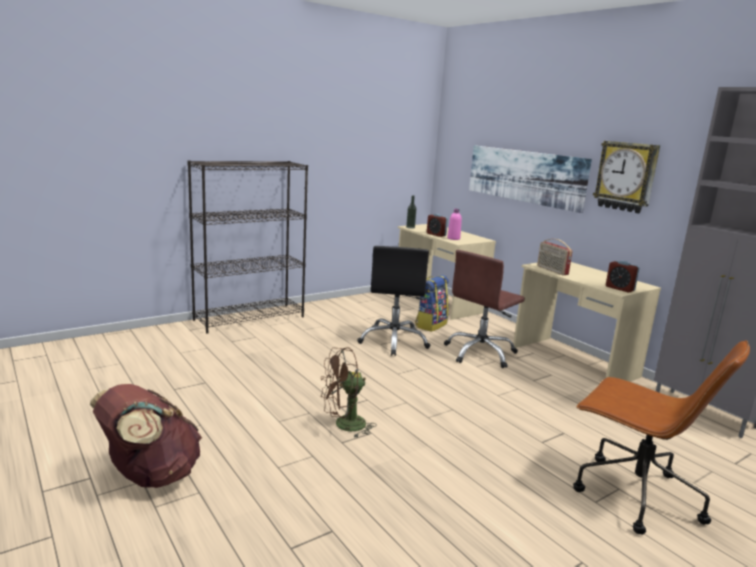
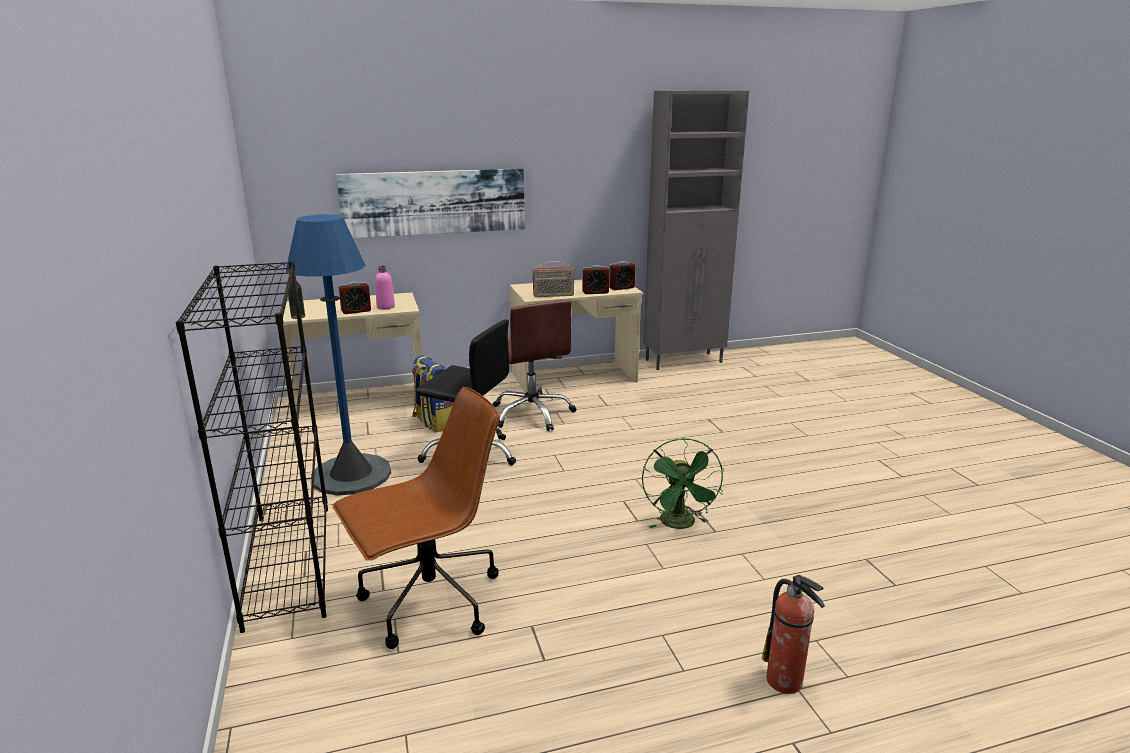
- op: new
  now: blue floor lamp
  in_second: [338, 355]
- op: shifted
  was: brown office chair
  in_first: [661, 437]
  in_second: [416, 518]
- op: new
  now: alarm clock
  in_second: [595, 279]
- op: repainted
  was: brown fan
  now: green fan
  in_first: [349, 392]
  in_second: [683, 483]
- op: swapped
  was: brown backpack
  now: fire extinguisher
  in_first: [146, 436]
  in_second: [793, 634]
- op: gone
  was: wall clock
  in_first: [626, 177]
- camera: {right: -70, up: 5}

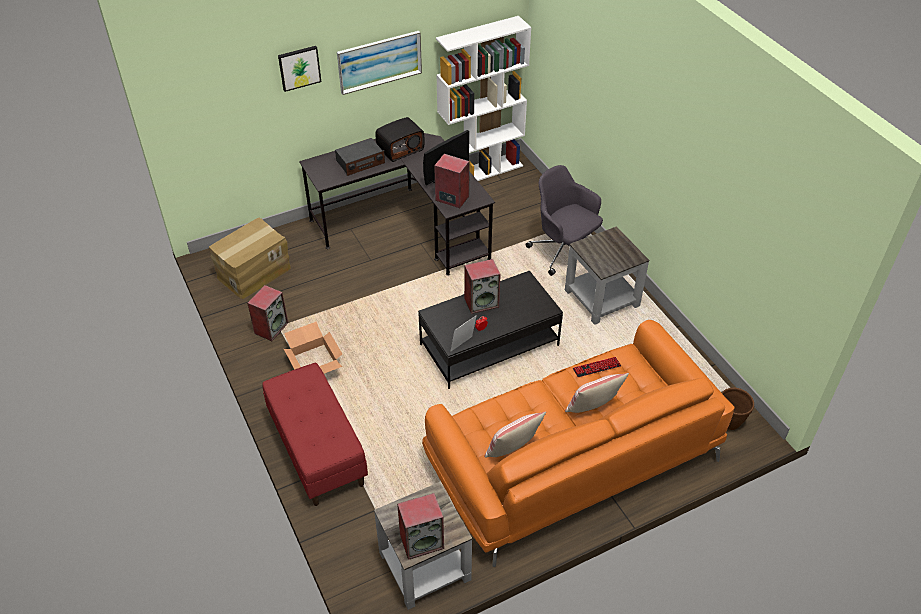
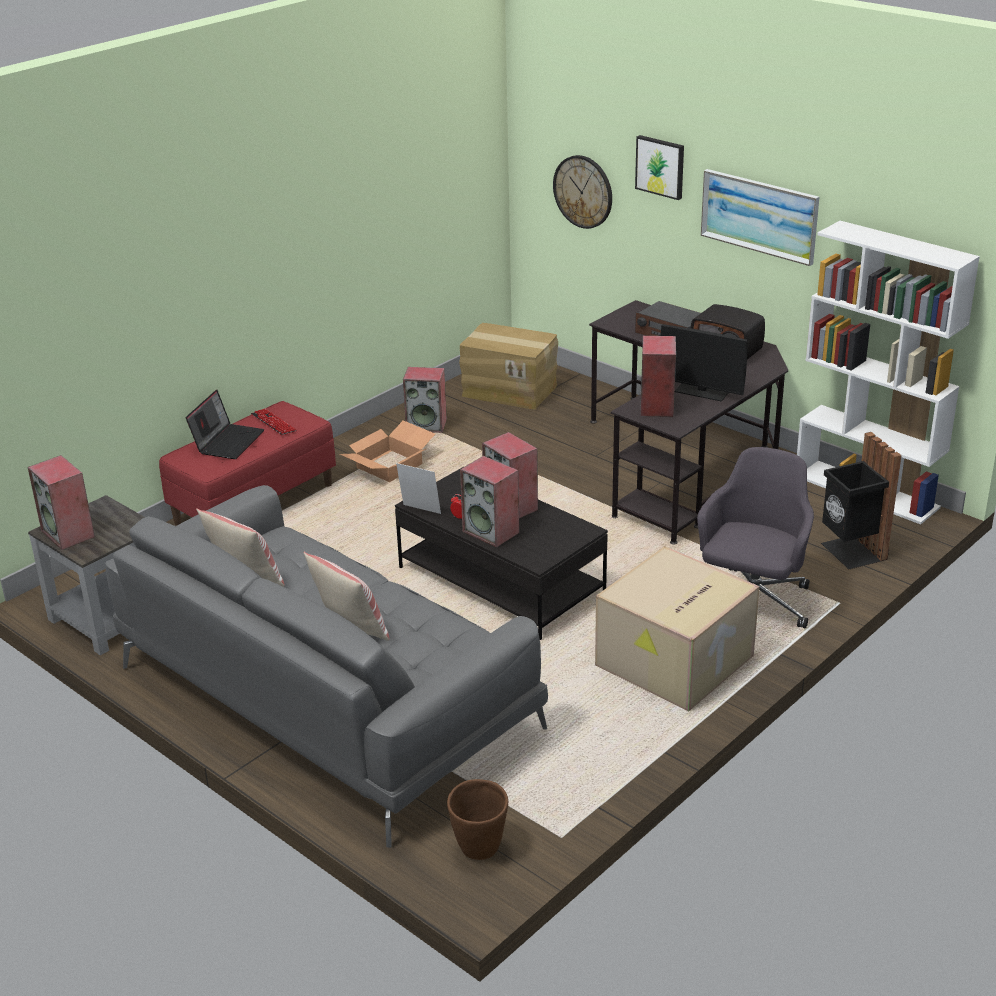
- op: repainted
  was: orange sofa
  now: grey sofa
  in_first: [578, 443]
  in_second: [326, 666]
- op: new
  now: laptop
  in_second: [225, 424]
- op: shifted
  was: keyboard
  in_first: [597, 367]
  in_second: [274, 422]
- op: new
  now: speaker
  in_second: [490, 501]
- op: new
  now: wall clock
  in_second: [582, 192]
- op: swapped
  was: grey side table
  now: cardboard box
  in_first: [607, 275]
  in_second: [677, 629]
- op: new
  now: black trash can
  in_second: [861, 500]
- camera: {right: 70, up: -15}

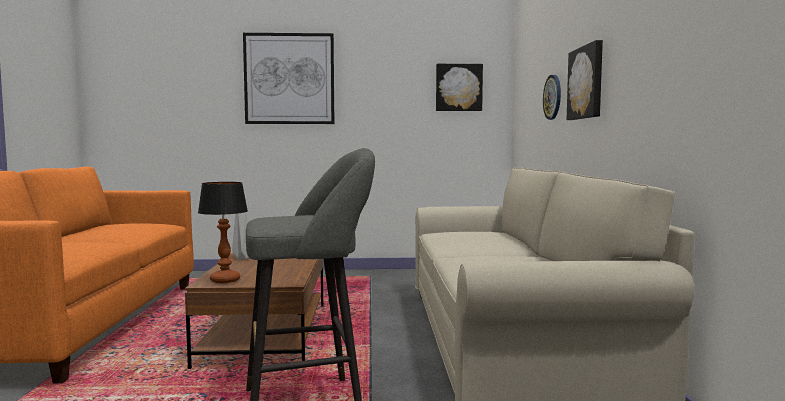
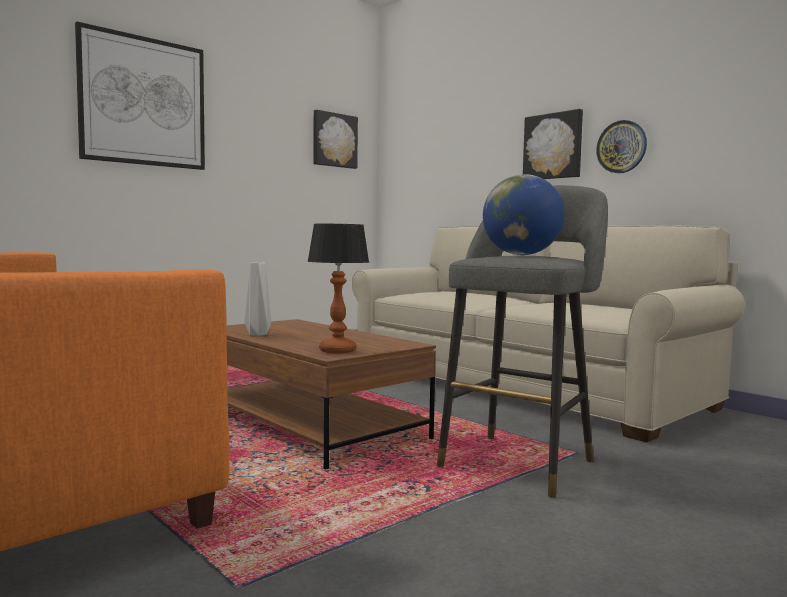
- op: new
  now: globe
  in_second: [524, 214]
- op: shifted
  was: wall clock
  in_first: [552, 97]
  in_second: [621, 146]
- camera: {right: -40, up: 0}

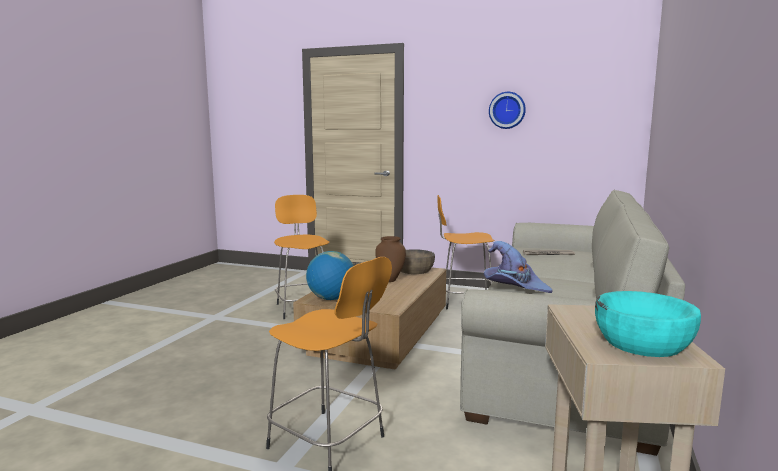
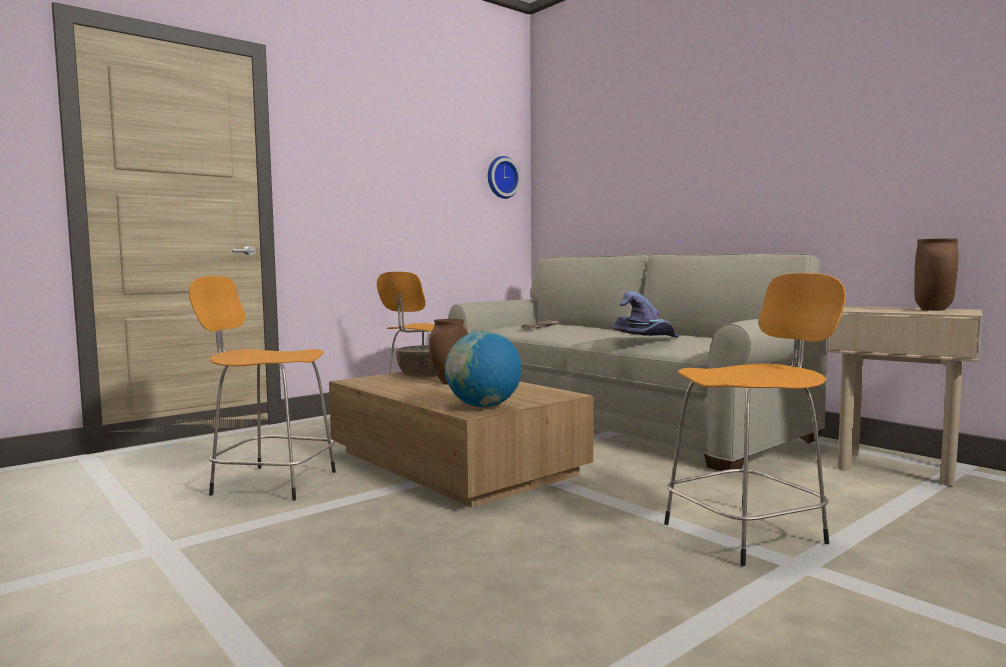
- op: shifted
  was: wall clock
  in_first: [507, 110]
  in_second: [504, 177]
- op: swapped
  was: turquoise bowl
  now: brown vase
  in_first: [648, 324]
  in_second: [936, 274]
- camera: {right: -60, up: -5}

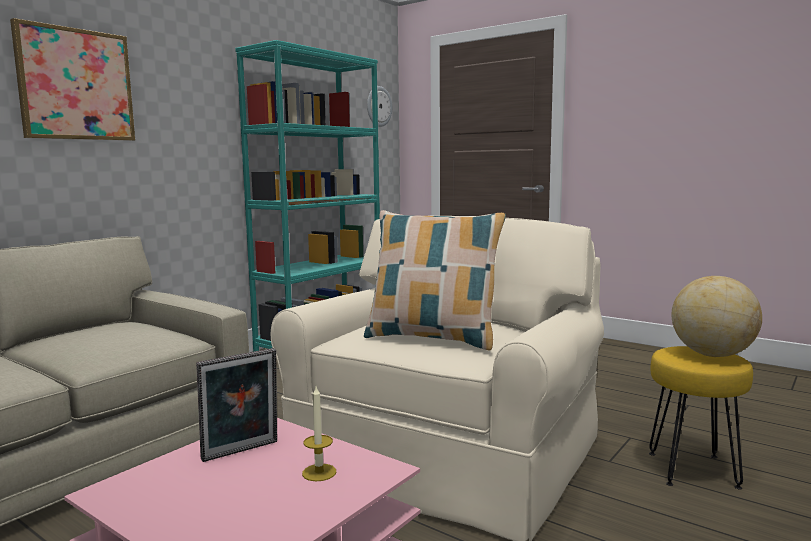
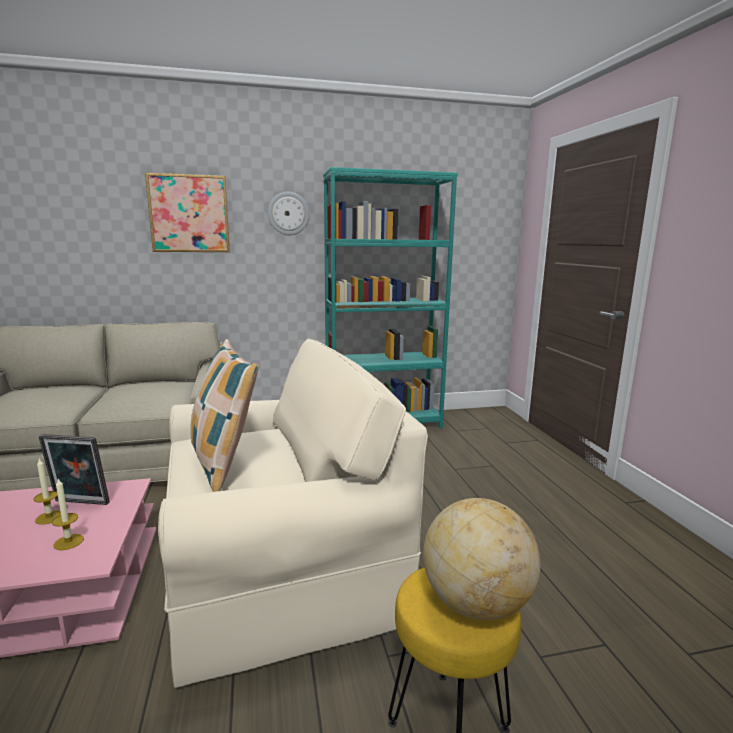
- op: new
  now: candle
  in_second: [47, 492]
- op: shifted
  was: wall clock
  in_first: [379, 106]
  in_second: [289, 213]
- camera: {right: 40, up: 5}

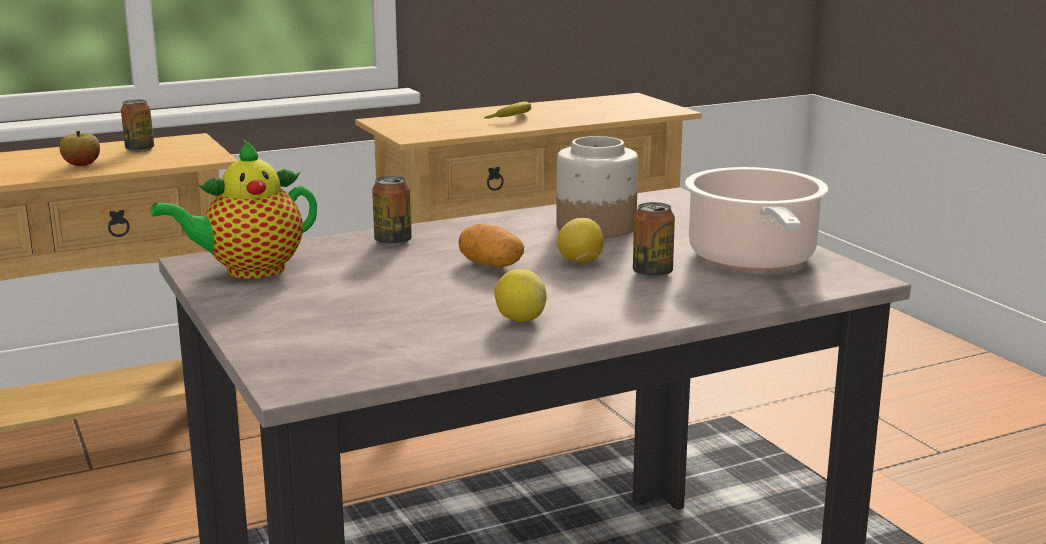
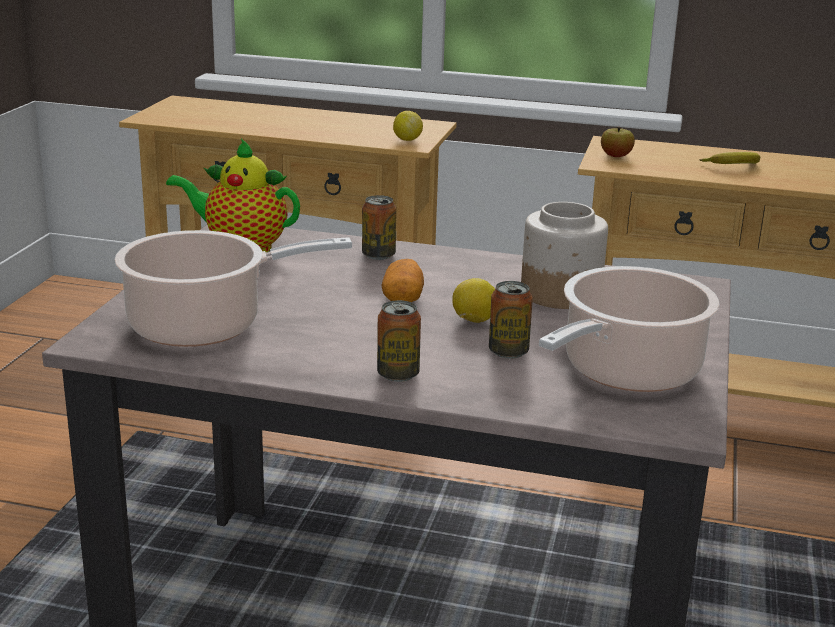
- op: new
  now: cooking pot
  in_second: [233, 288]
- op: shifted
  was: can
  in_first: [137, 126]
  in_second: [399, 341]
- op: shifted
  was: lemon
  in_first: [521, 295]
  in_second: [408, 126]
- op: shifted
  was: apple
  in_first: [79, 148]
  in_second: [618, 142]
- camera: {right: 40, up: 5}

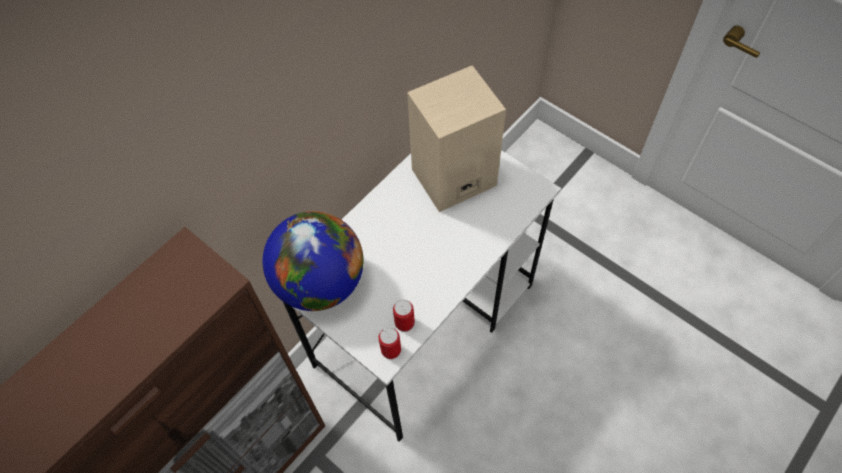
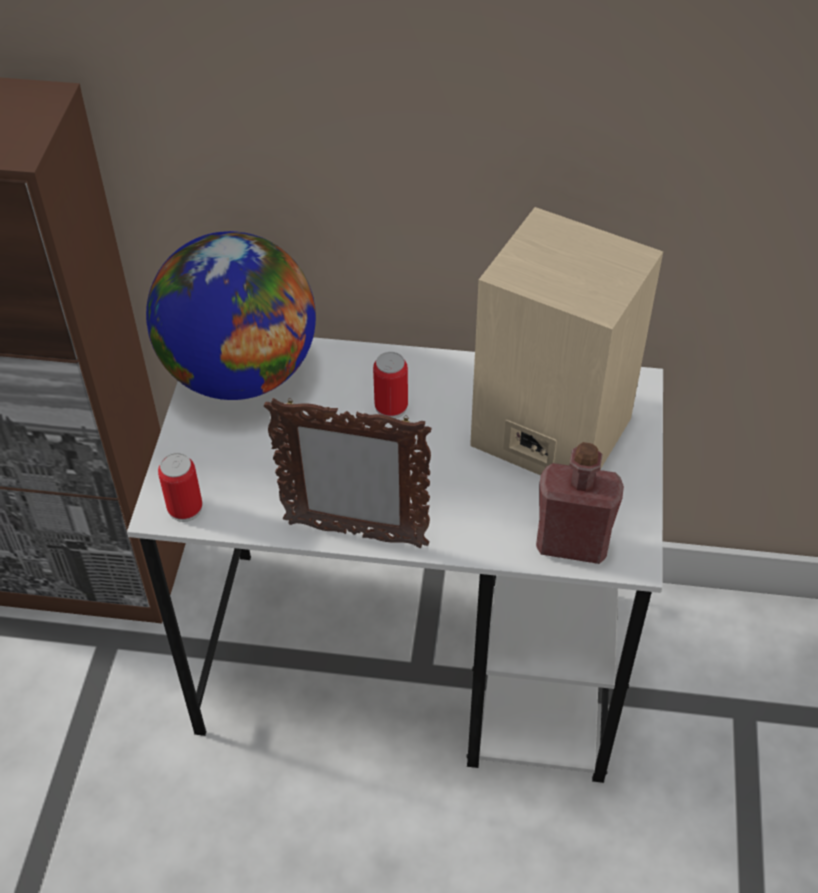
- op: new
  now: picture frame
  in_second: [348, 473]
- op: shifted
  was: can
  in_first: [404, 316]
  in_second: [390, 385]
- op: new
  now: red bottle
  in_second: [580, 503]
- camera: {right: 55, up: -10}

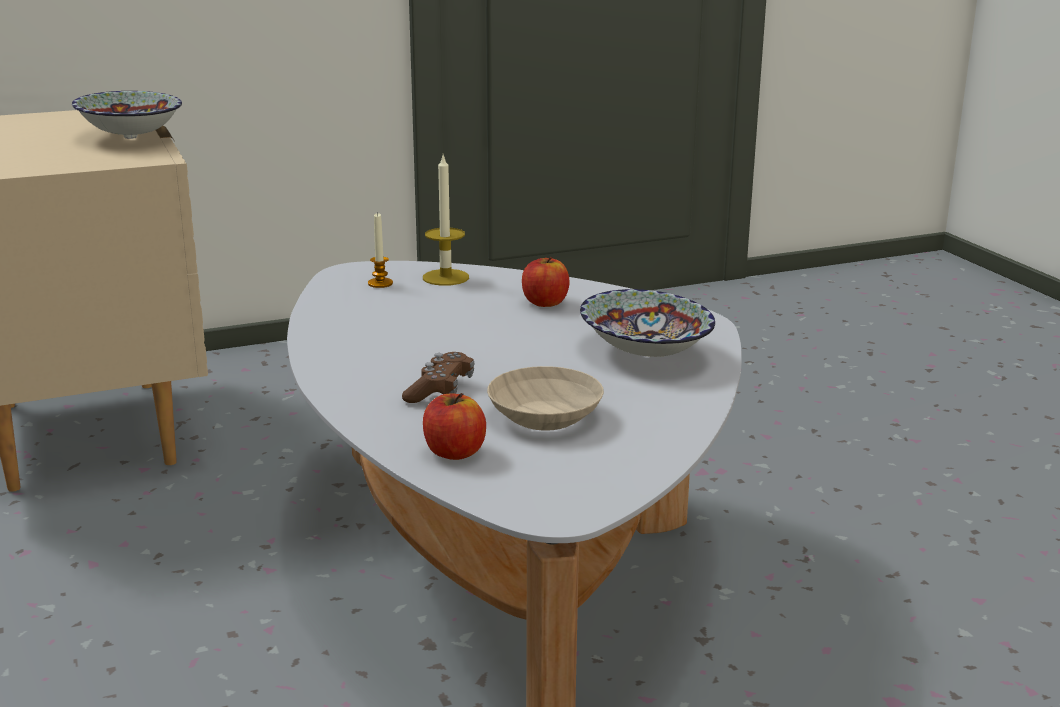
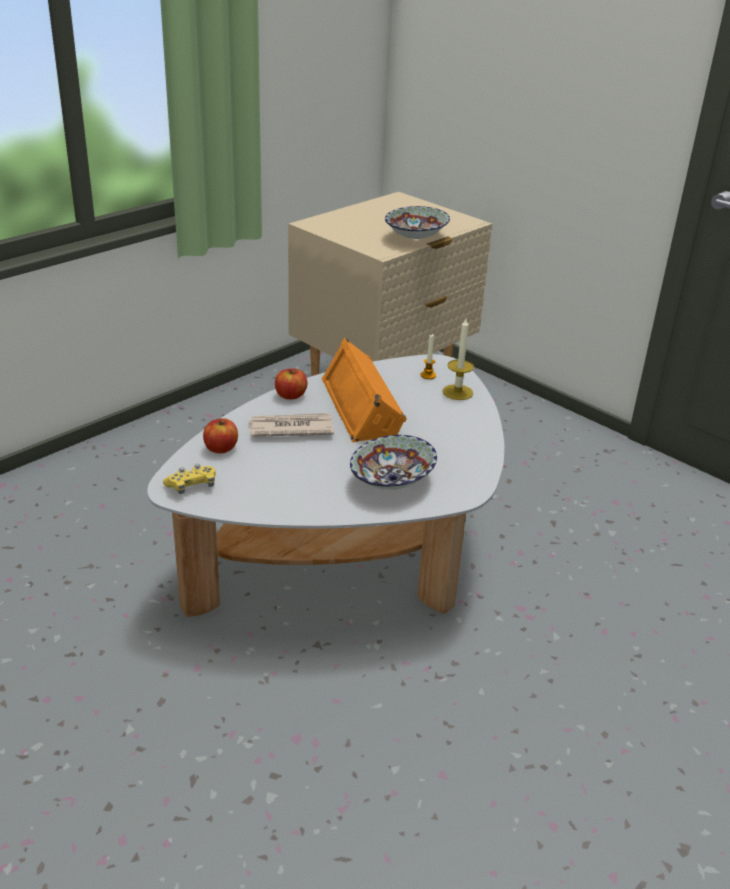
- op: new
  now: yellow game controller
  in_second: [189, 479]
- op: swapped
  was: brown game controller
  now: newspaper
  in_first: [438, 377]
  in_second: [291, 425]
- op: shifted
  was: apple
  in_first: [546, 282]
  in_second: [291, 384]
- op: new
  now: orange speaker
  in_second: [364, 389]
- op: gone
  was: beige bowl
  in_first: [545, 398]
- camera: {right: 65, up: 10}

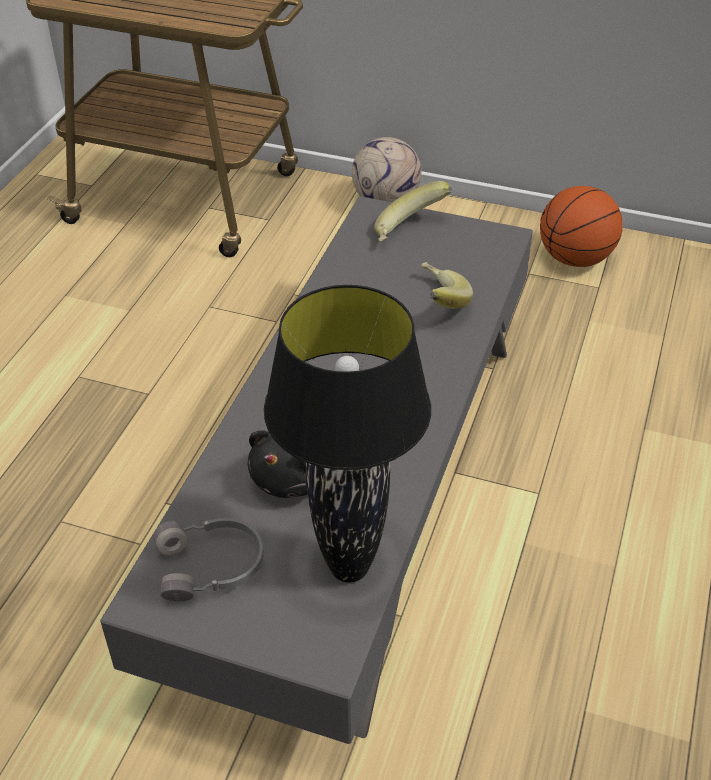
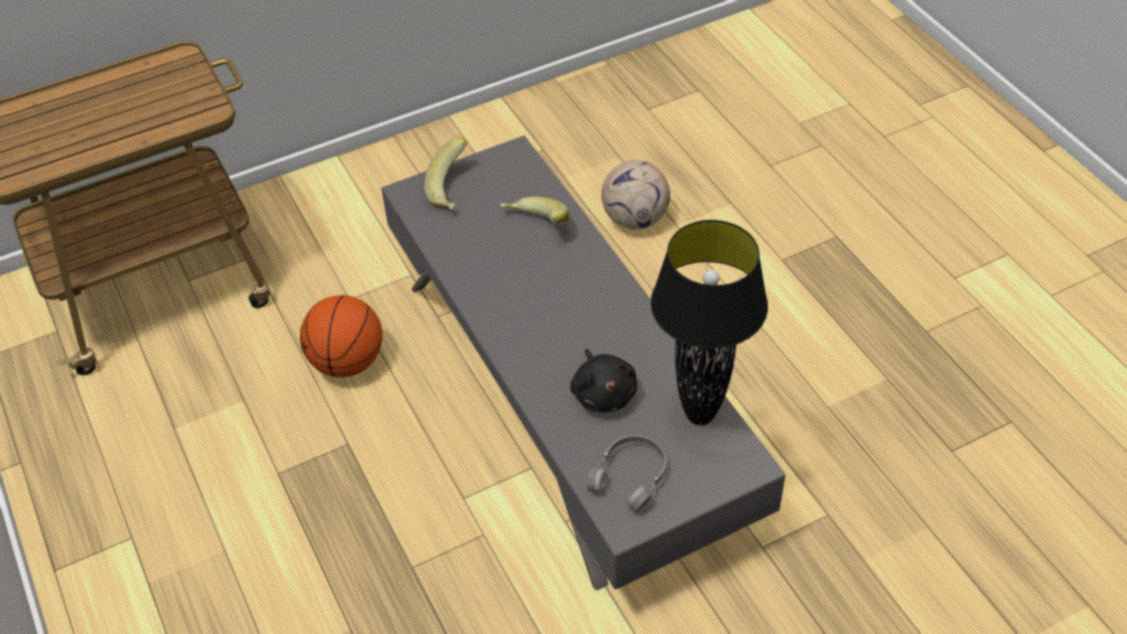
- op: shifted
  was: basketball
  in_first: [581, 226]
  in_second: [341, 336]
- op: shifted
  was: football
  in_first: [386, 169]
  in_second: [635, 194]
- camera: {right: -45, up: 5}

